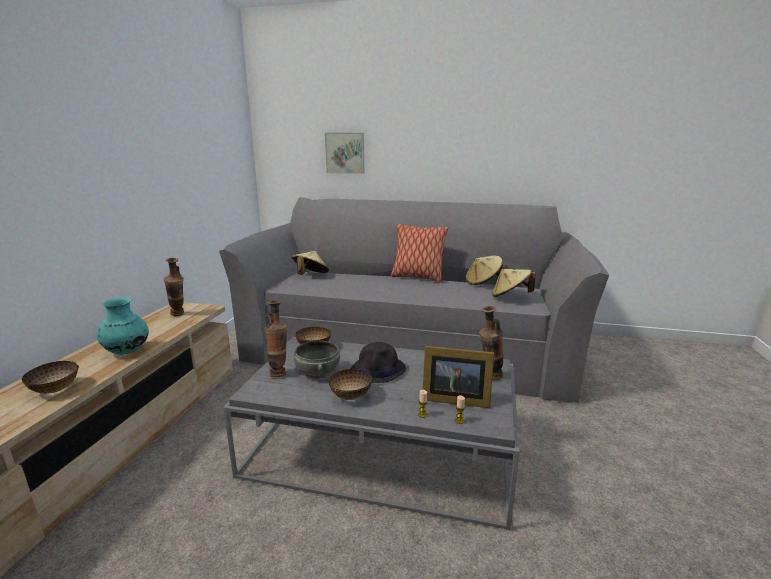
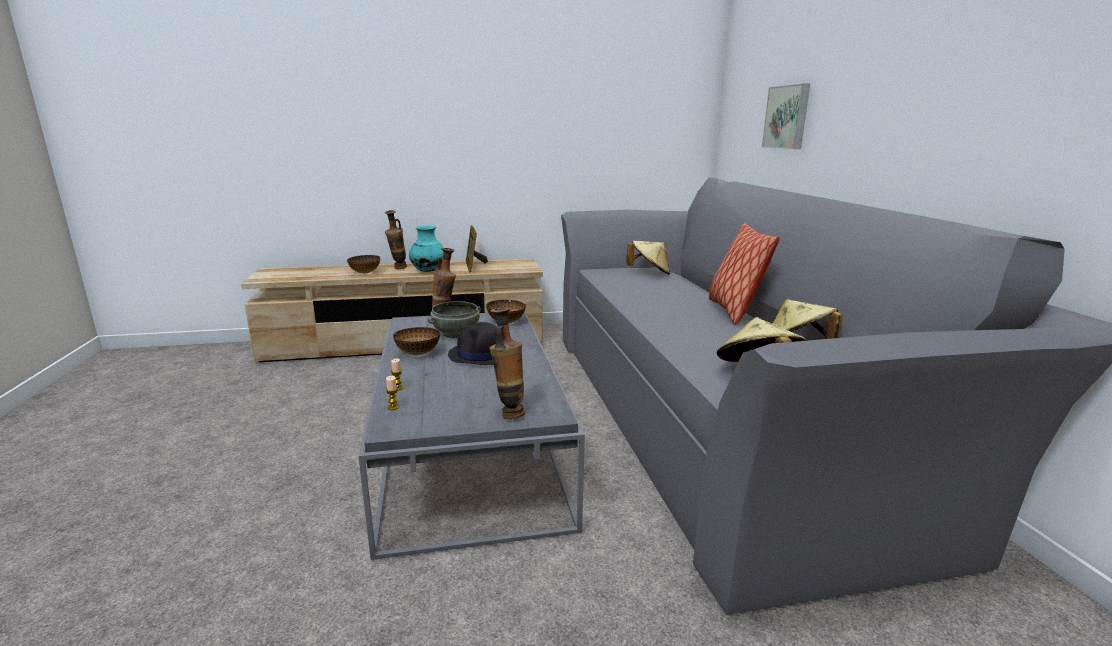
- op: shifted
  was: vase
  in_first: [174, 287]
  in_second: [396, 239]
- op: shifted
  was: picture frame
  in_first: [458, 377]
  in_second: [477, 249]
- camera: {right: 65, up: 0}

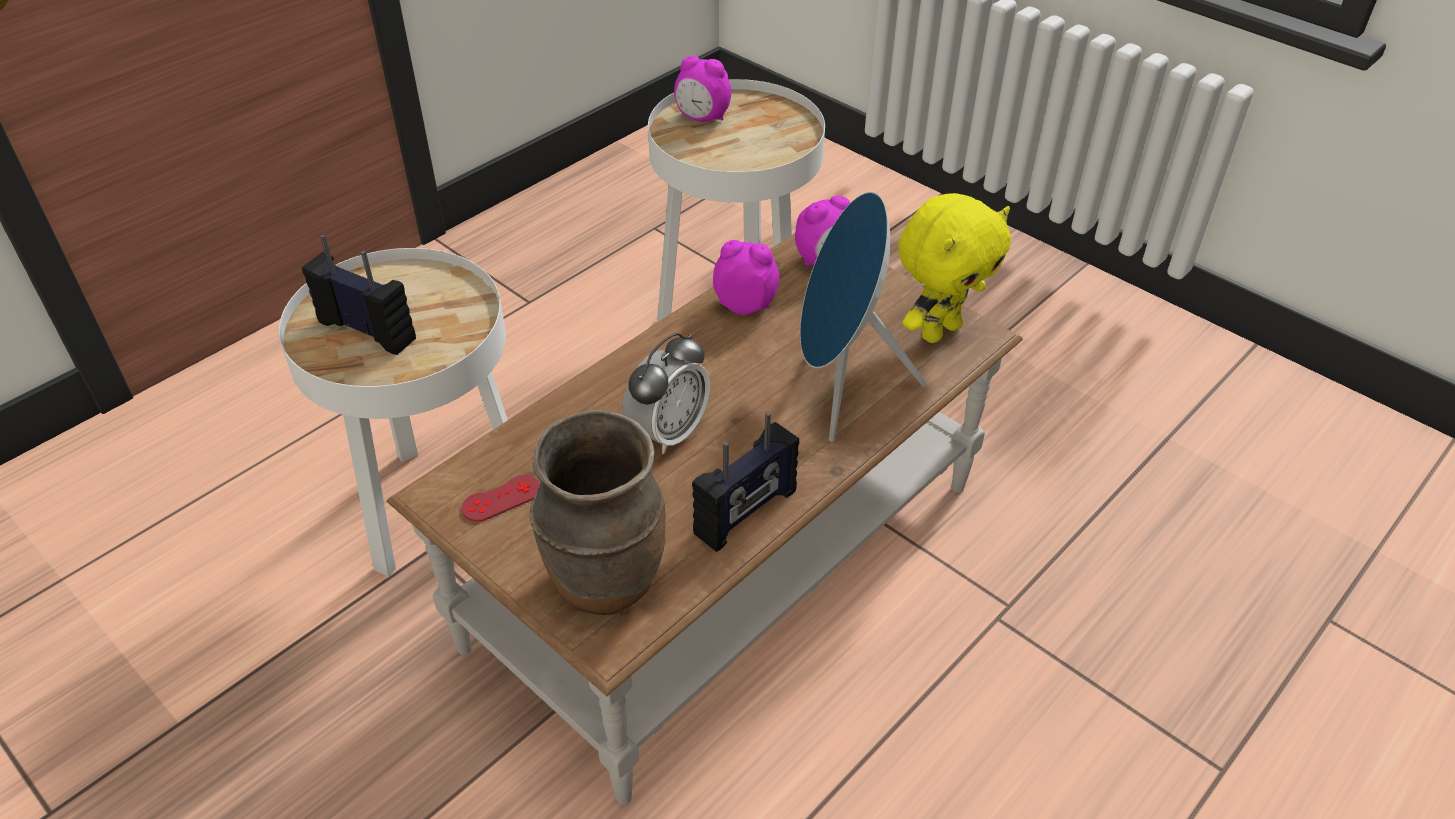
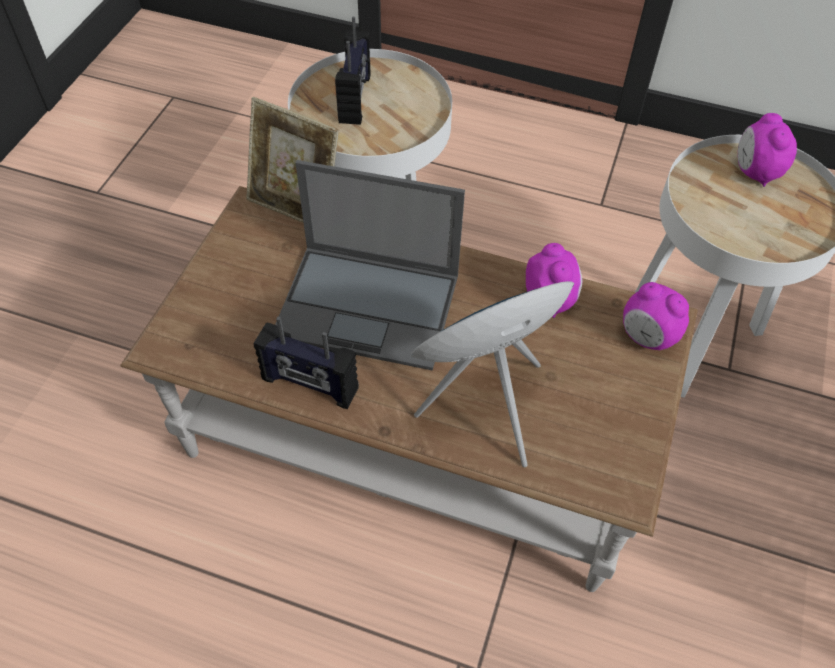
- op: new
  now: picture frame
  in_second: [292, 160]
- op: swapped
  was: alarm clock
  now: laptop
  in_first: [666, 393]
  in_second: [370, 265]
- op: gone
  was: red game controller
  in_first: [501, 498]
- op: gone
  was: brown vase
  in_first: [597, 512]
- op: gone
  was: yellow plush toy
  in_first: [954, 268]
- camera: {right: 65, up: 10}

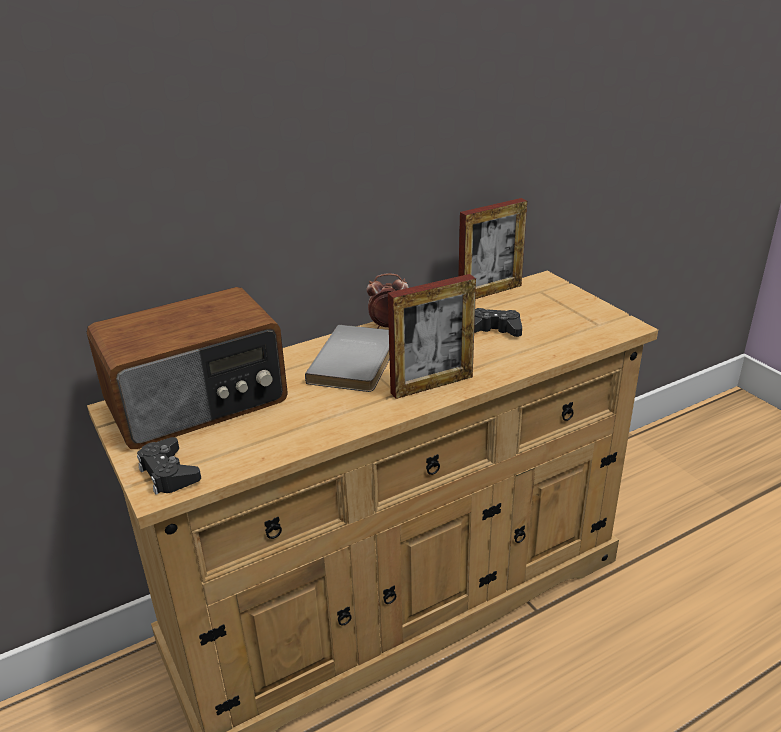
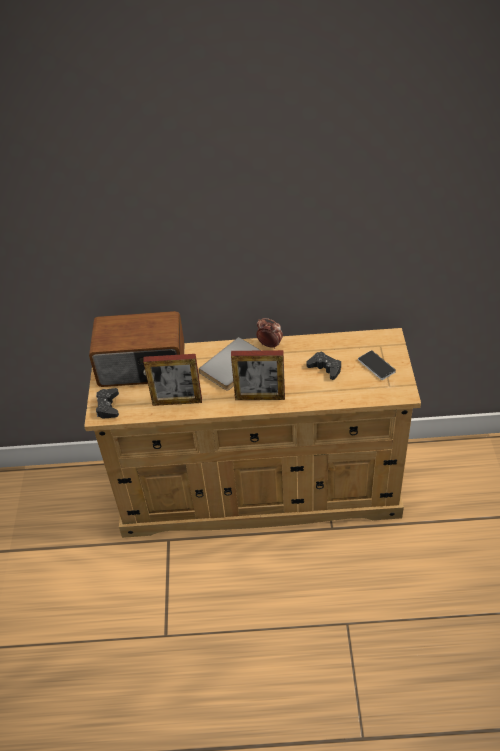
- op: shifted
  was: picture frame
  in_first: [493, 248]
  in_second: [172, 380]
- op: new
  now: phone
  in_second: [377, 365]
- camera: {right: 30, up: 15}

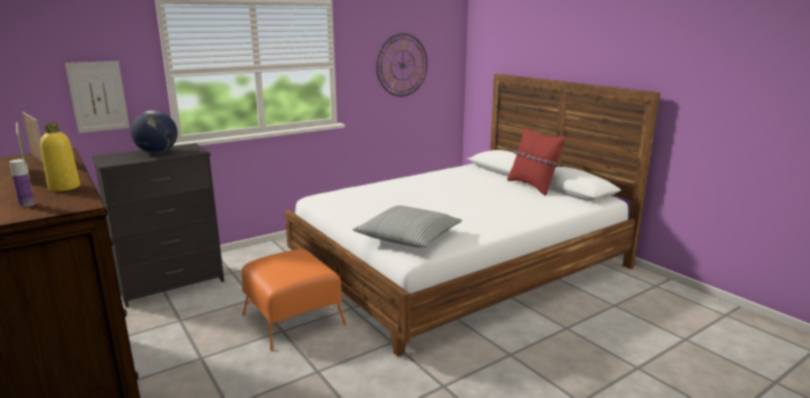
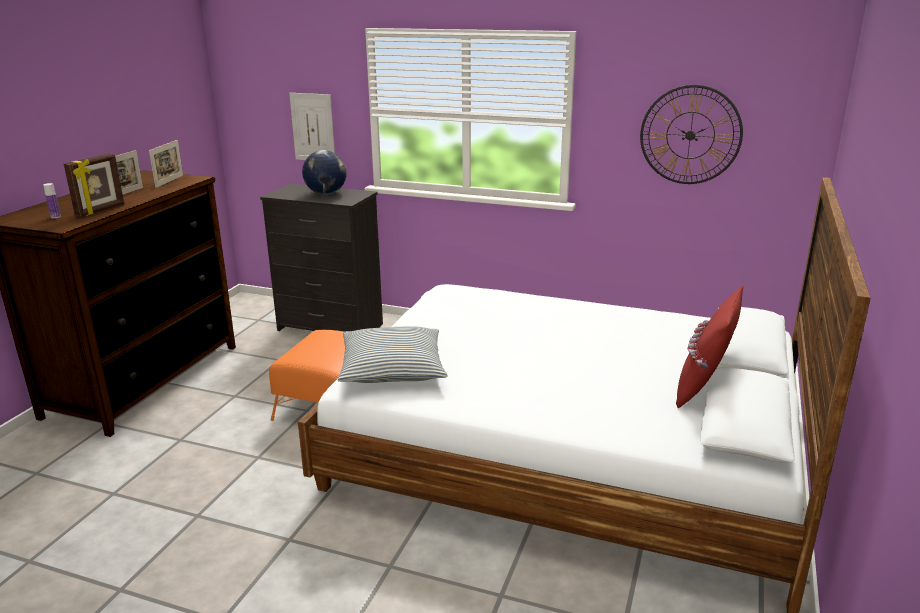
- op: swapped
  was: yellow bottle
  now: picture frame
  in_first: [60, 157]
  in_second: [94, 185]
- camera: {right: 55, up: 5}

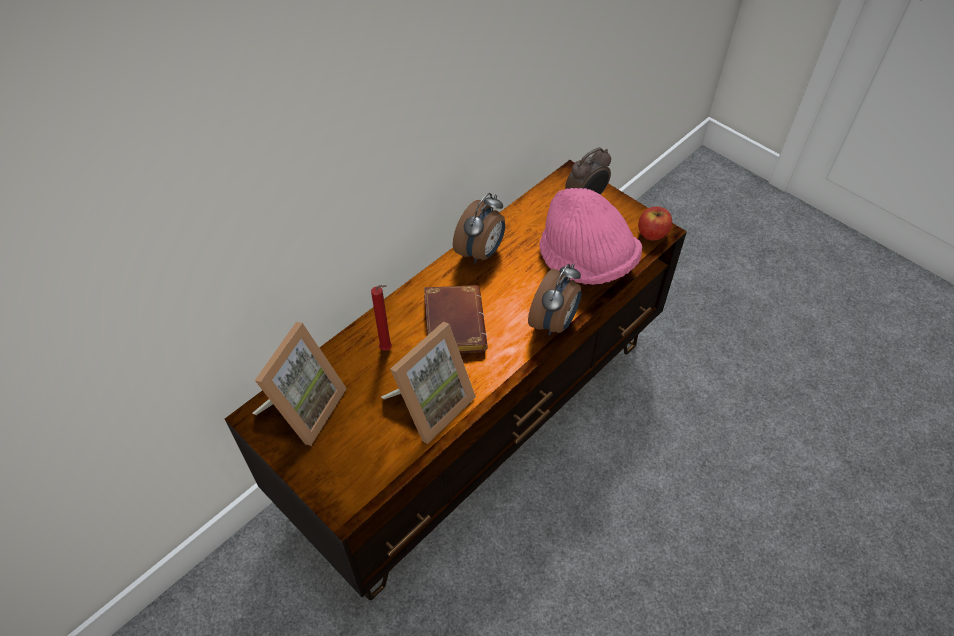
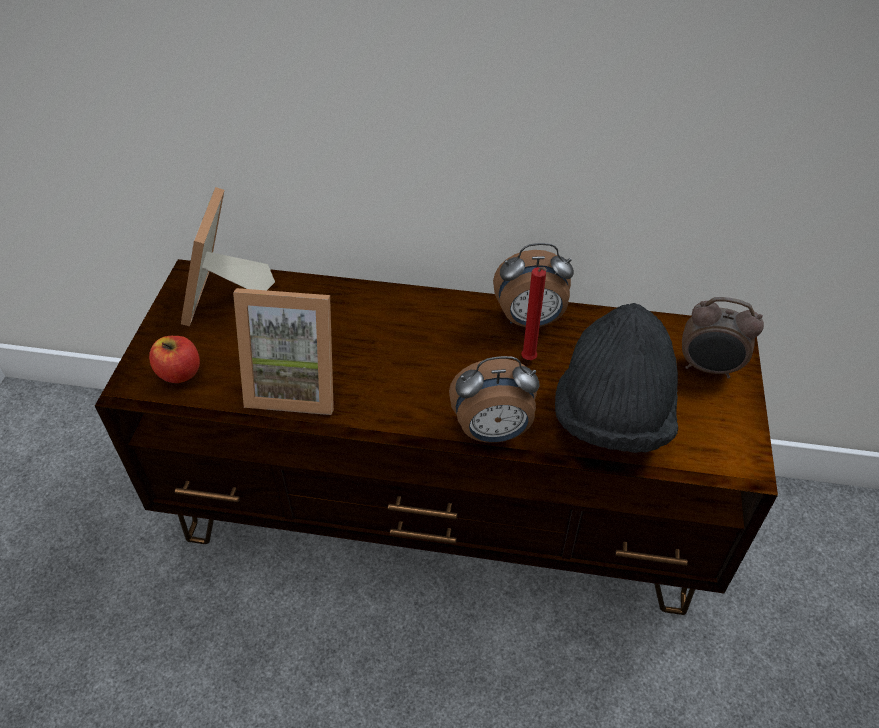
- op: shifted
  was: apple
  in_first: [655, 224]
  in_second: [174, 359]
- op: rotated
  was: picture frame
  in_first: [300, 384]
  in_second: [228, 256]
  clockwise: 105
- op: shifted
  was: red candle
  in_first: [381, 318]
  in_second: [534, 313]
- op: repainted
  was: pink hat
  now: black hat
  in_first: [590, 236]
  in_second: [616, 378]
- op: gone
  was: brown book
  in_first: [456, 319]
- camera: {right: 55, up: -5}

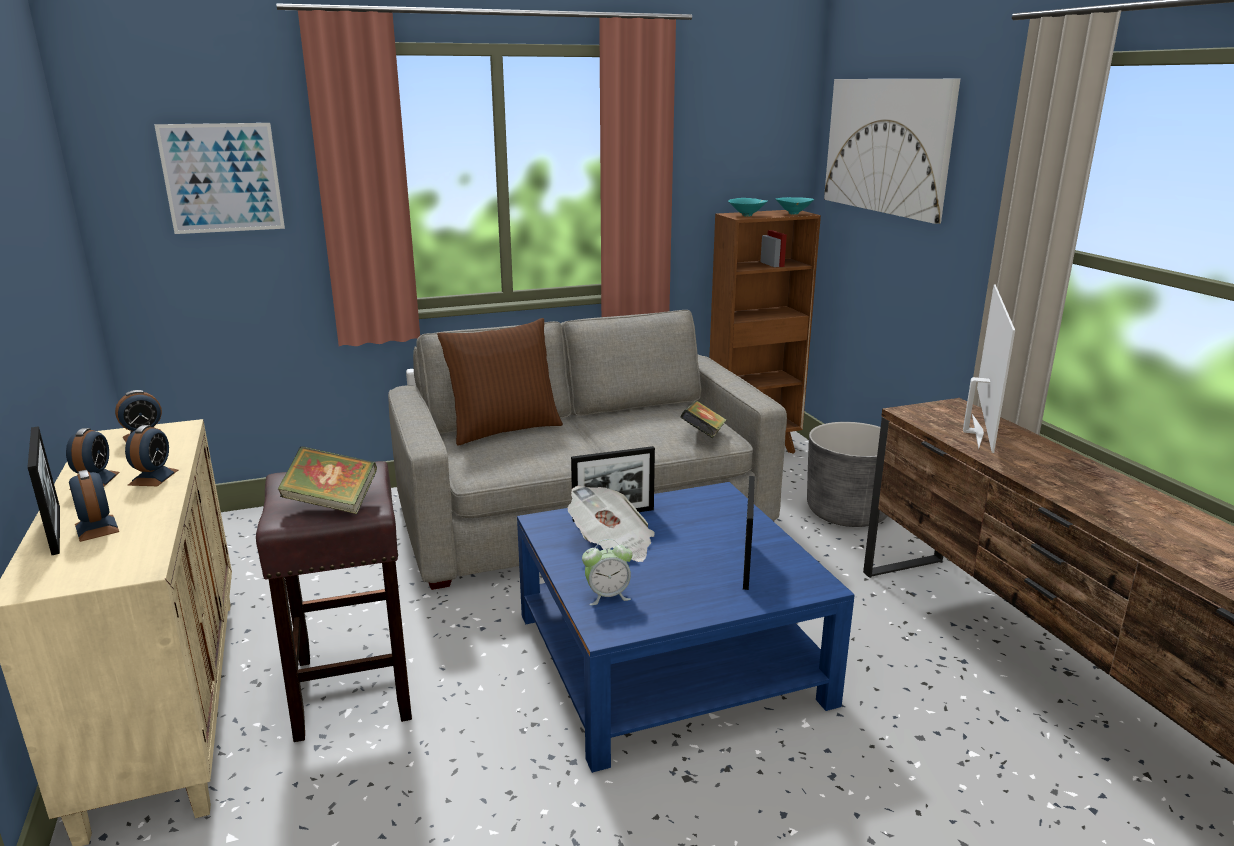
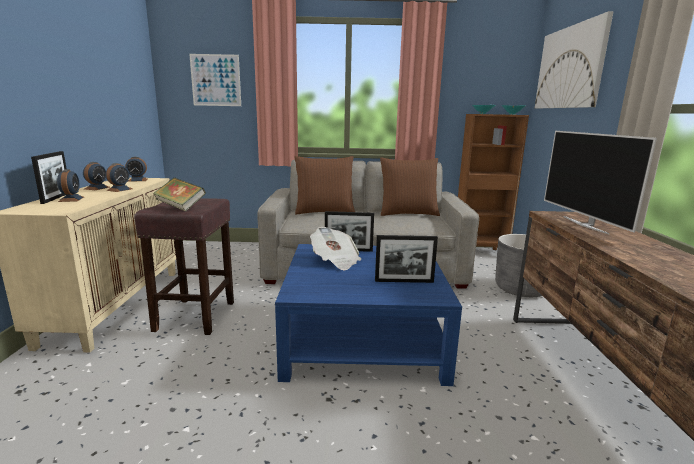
- op: rotated
  was: picture frame
  in_first: [749, 533]
  in_second: [406, 259]
  clockwise: 60
- op: new
  now: brown pillow
  in_second: [410, 187]
- op: rotated
  was: television
  in_first: [989, 368]
  in_second: [600, 182]
  clockwise: 135
- op: gone
  was: alarm clock
  in_first: [607, 572]
- op: gone
  was: book
  in_first: [703, 419]
- camera: {right: 20, up: -5}

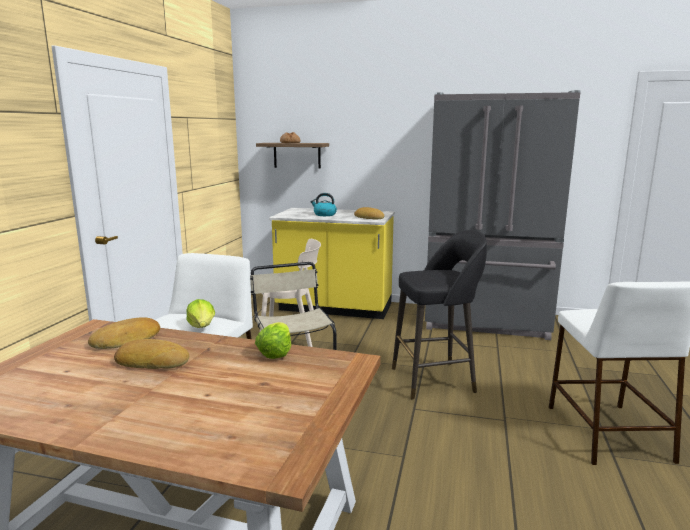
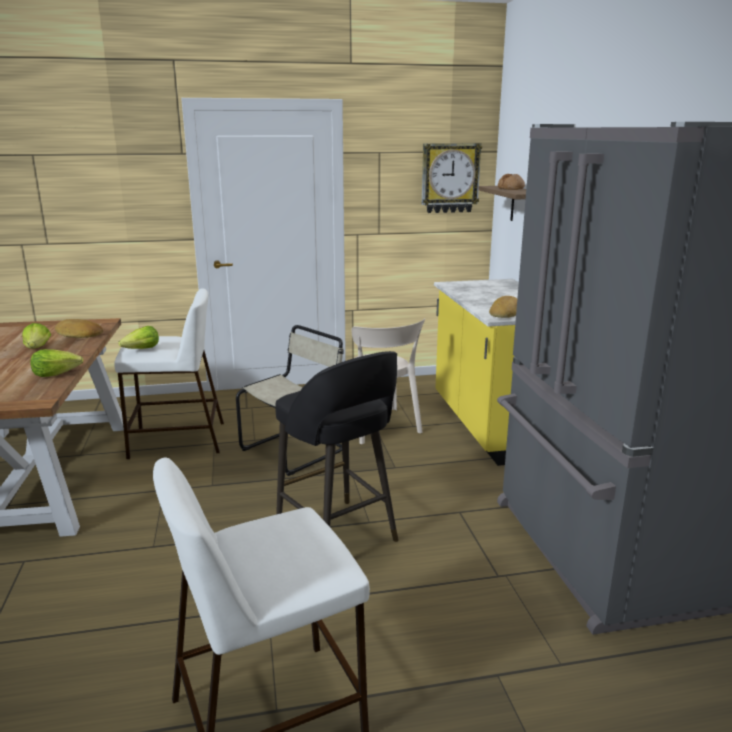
- op: swapped
  was: bread
  now: lettuce
  in_first: [151, 354]
  in_second: [36, 336]
- op: new
  now: wall clock
  in_second: [452, 178]
- op: gone
  was: kettle
  in_first: [324, 204]
- camera: {right: 65, up: 5}

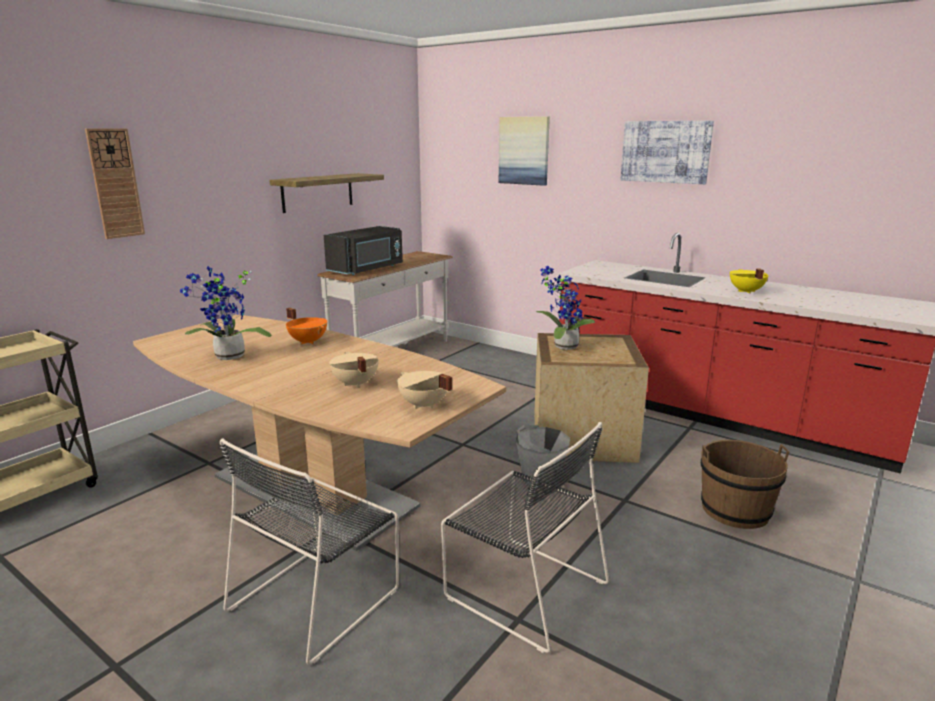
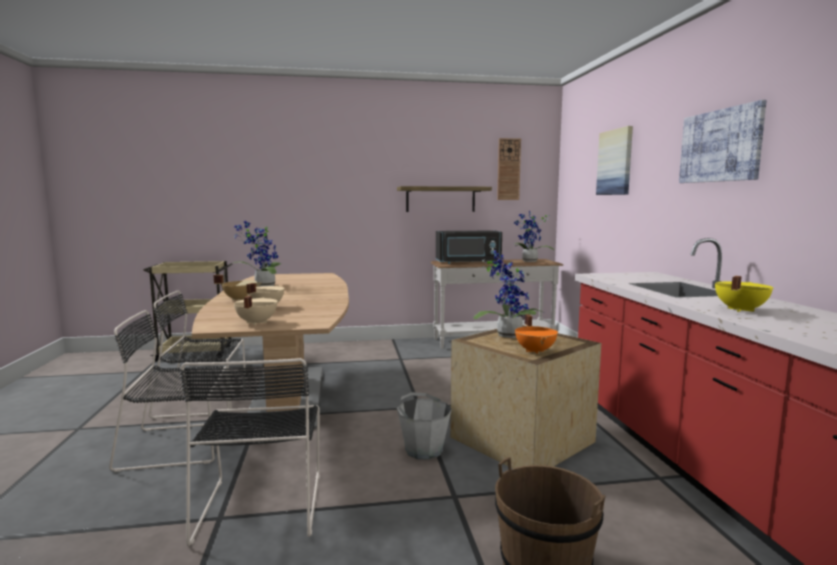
- op: new
  now: black chair
  in_second: [197, 354]
- op: new
  now: beige cooking pot
  in_second: [237, 288]
- op: shifted
  was: wall clock
  in_first: [115, 184]
  in_second: [509, 169]
- op: new
  now: potted plant
  in_second: [534, 236]
- op: shifted
  was: orange cooking pot
  in_first: [306, 326]
  in_second: [536, 334]
- camera: {right: 45, up: -10}

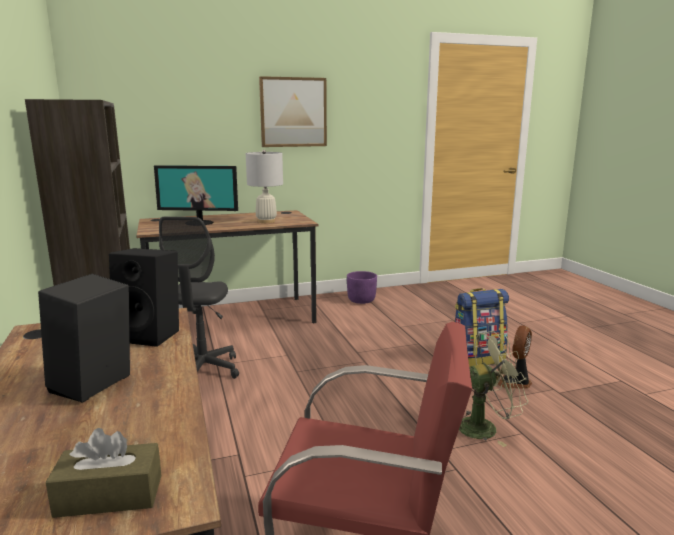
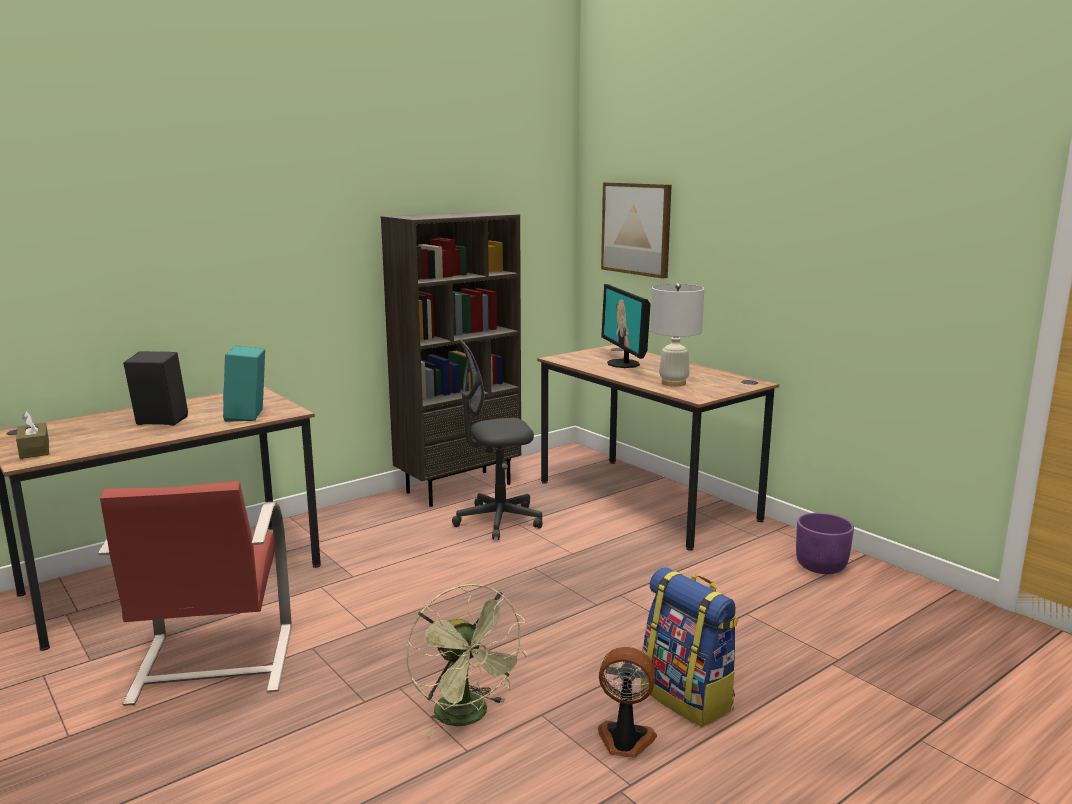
- op: repainted
  was: black speaker
  now: turquoise speaker
  in_first: [144, 297]
  in_second: [244, 384]
- op: shifted
  was: picture
  in_first: [293, 111]
  in_second: [636, 230]
- camera: {right: 70, up: 0}

